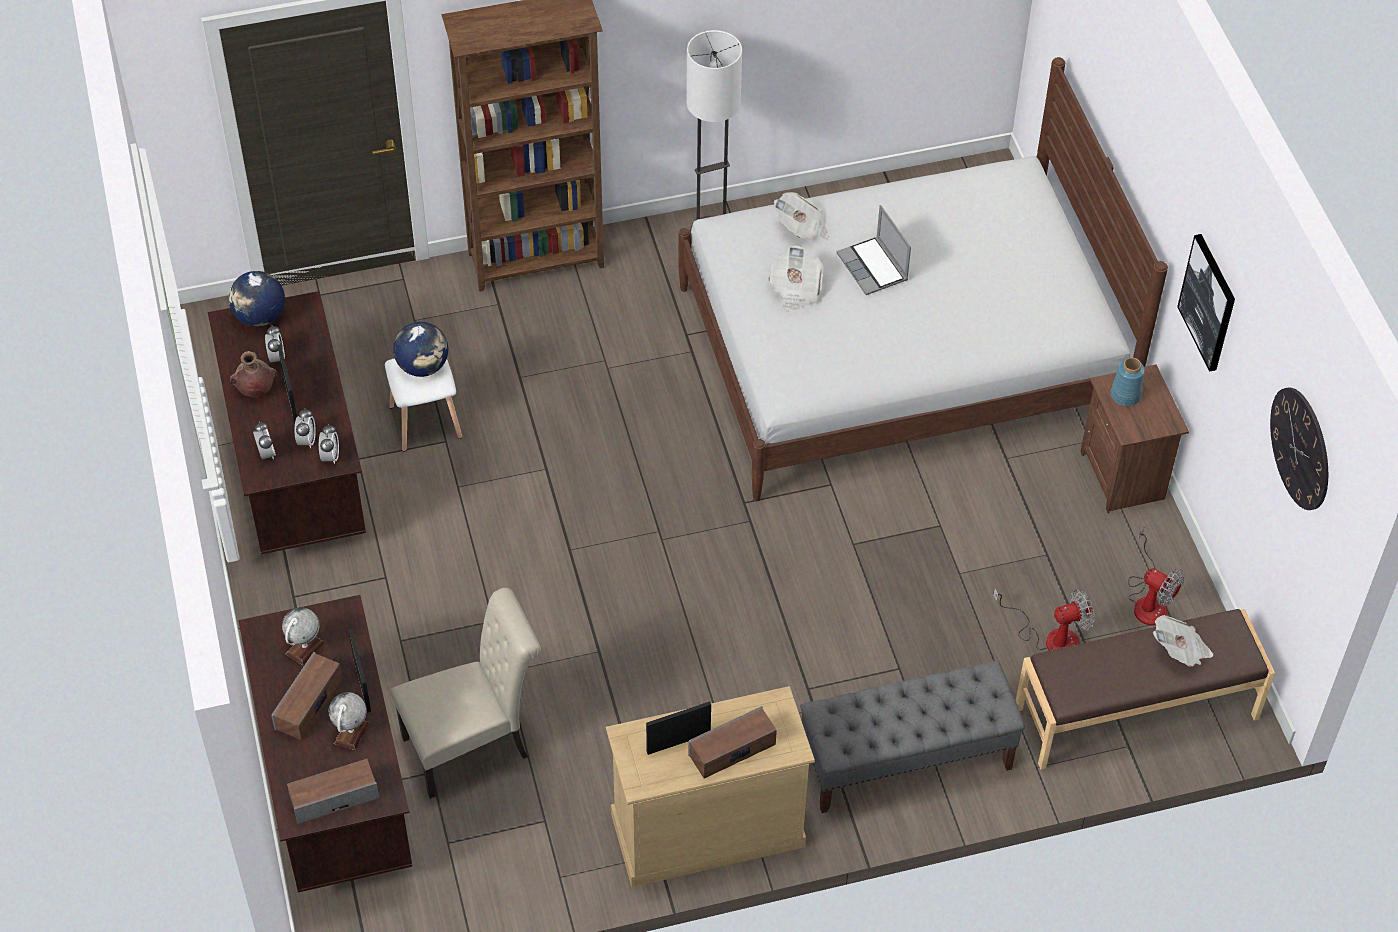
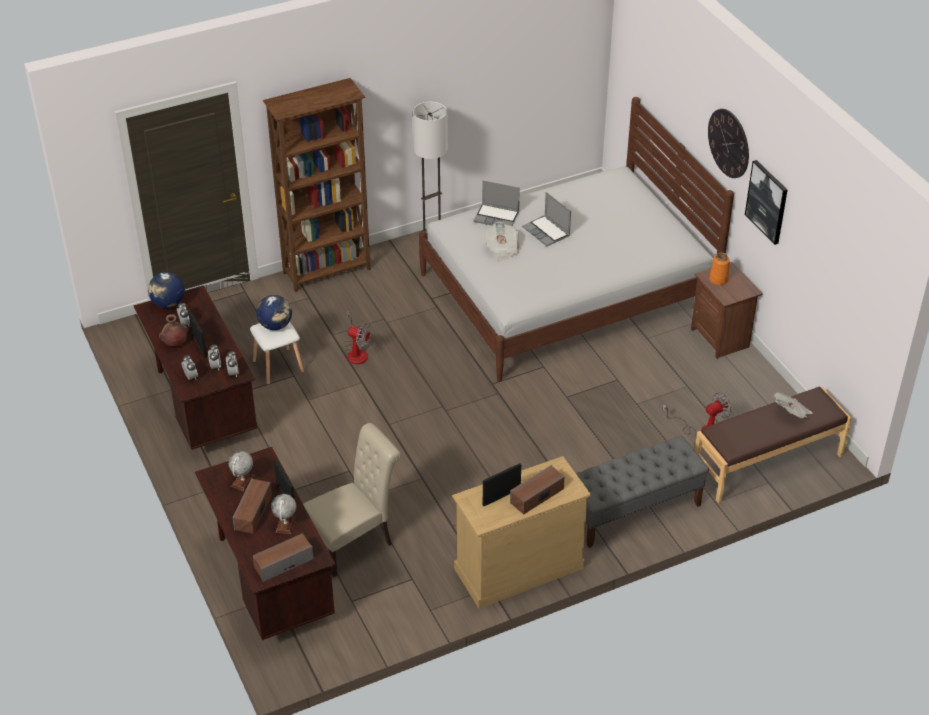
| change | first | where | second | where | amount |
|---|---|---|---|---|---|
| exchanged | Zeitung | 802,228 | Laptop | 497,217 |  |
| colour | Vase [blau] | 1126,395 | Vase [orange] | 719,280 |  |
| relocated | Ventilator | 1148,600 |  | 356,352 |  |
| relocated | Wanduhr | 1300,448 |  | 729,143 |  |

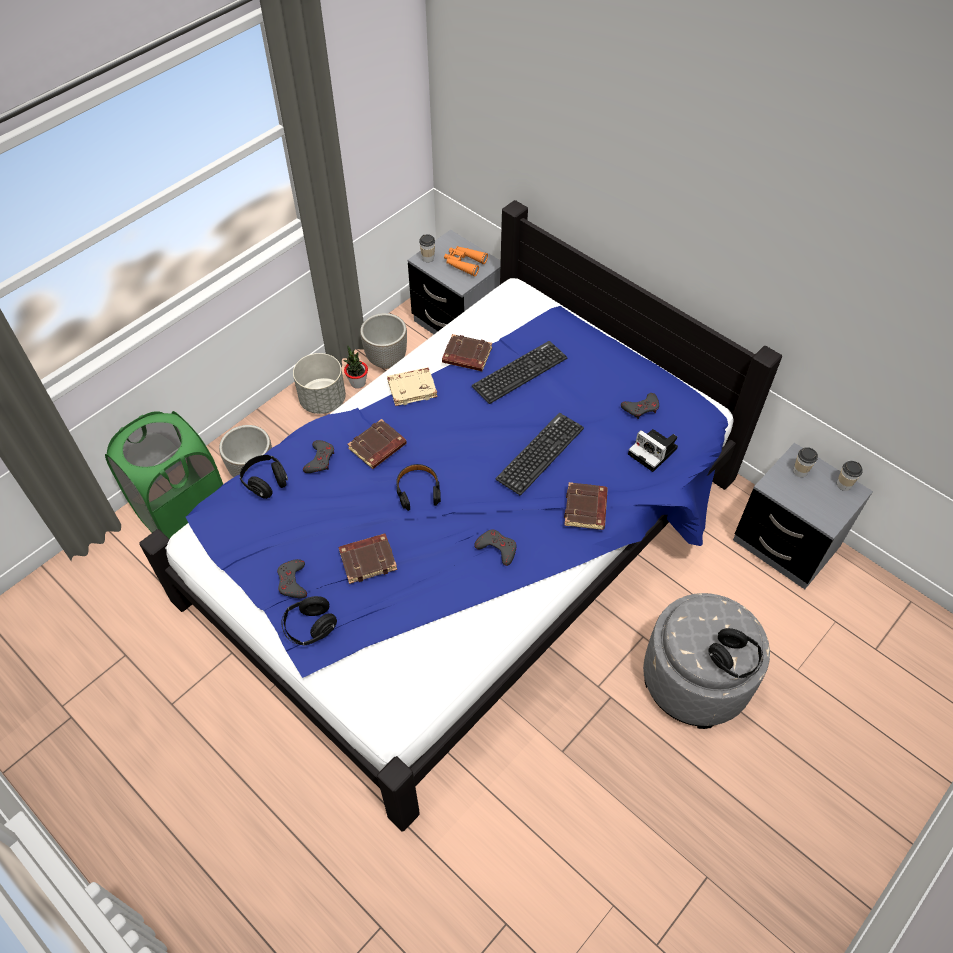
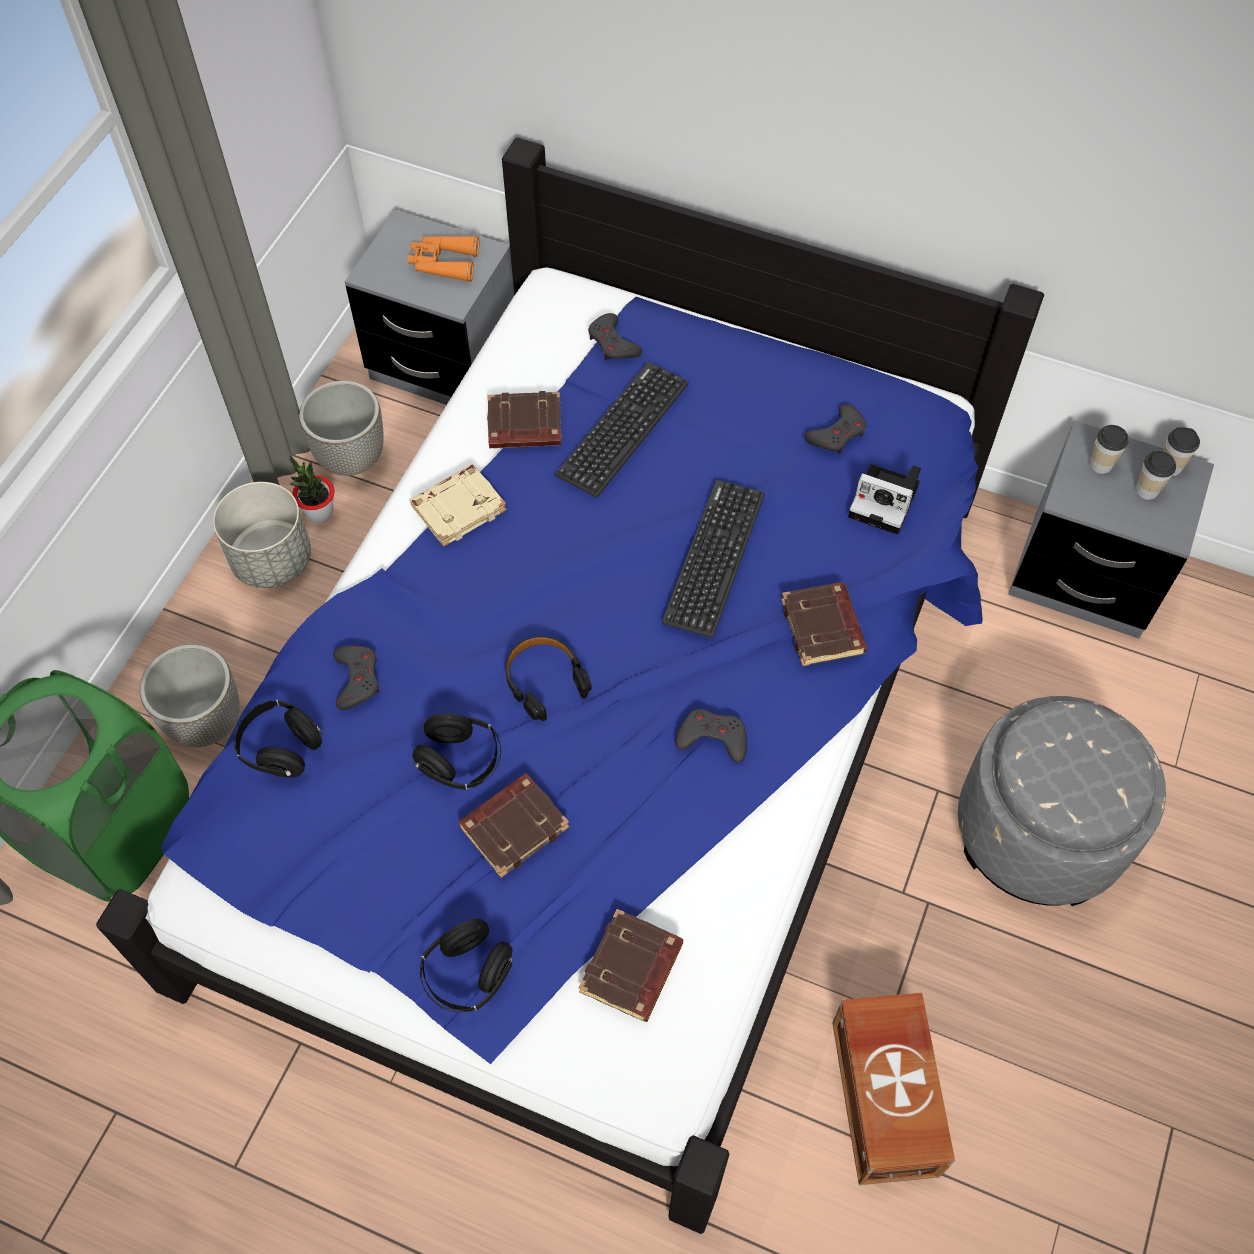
| change | first | where | second | where | amount |
|---|---|---|---|---|---|
| relocated | Gamepad [grau] | 292,582 |  | 613,343 |  |
| relocated | Buch [braun] | 377,447 |  | 632,970 |  |
| relocated | Tasse | 428,258 |  | 1147,490 |  |
| relocated | Kopfhörer [schwarz] | 733,660 |  | 460,761 |  |
| appeared |  |  | Aufbewahrungsbox [braun] | 886,1095 |  |

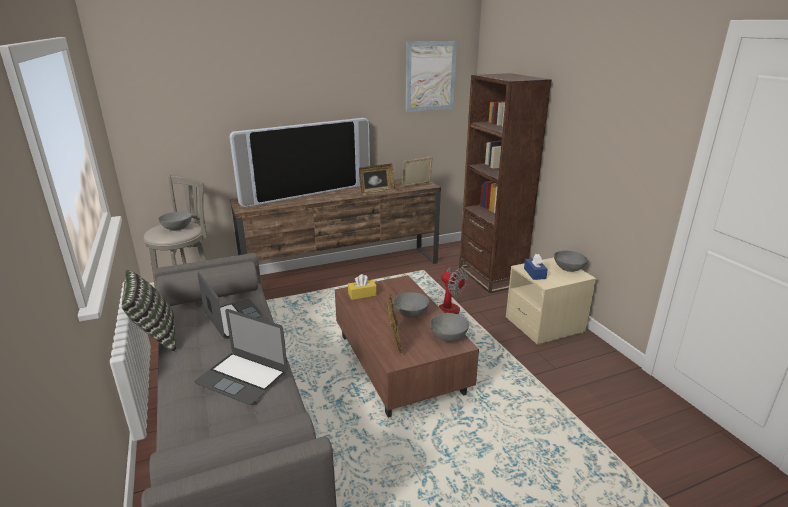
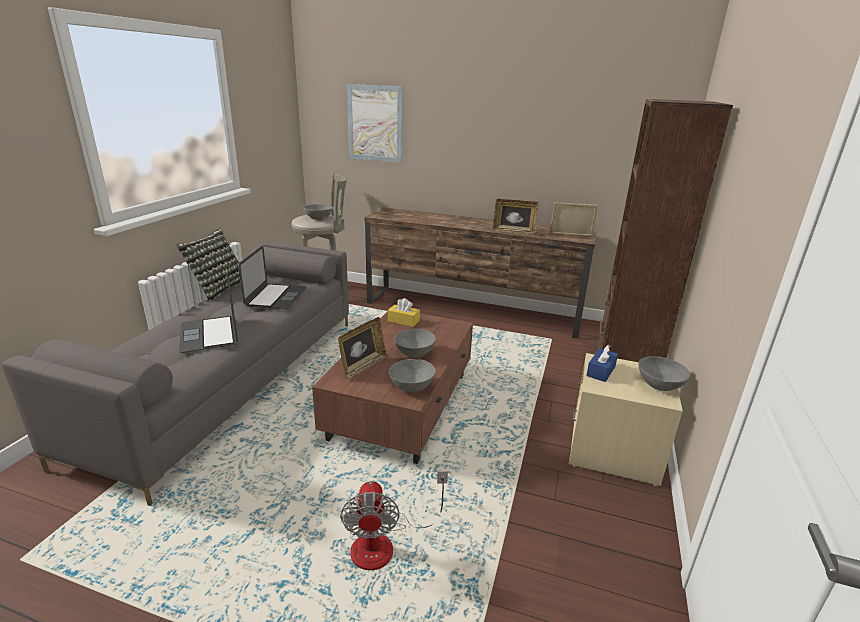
| change | first | where | second | where | amount |
|---|---|---|---|---|---|
| missing | Fernseher | 307,193 |  |  |  |
| relocated | Bild | 430,76 |  | 375,123 |  |
| relocated | Ventilator | 449,305 |  | 385,543 |  |

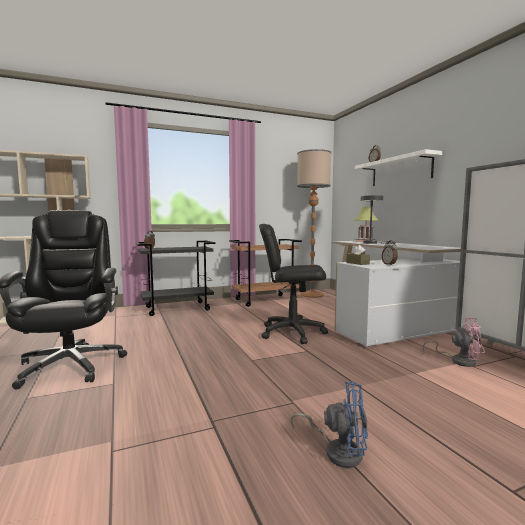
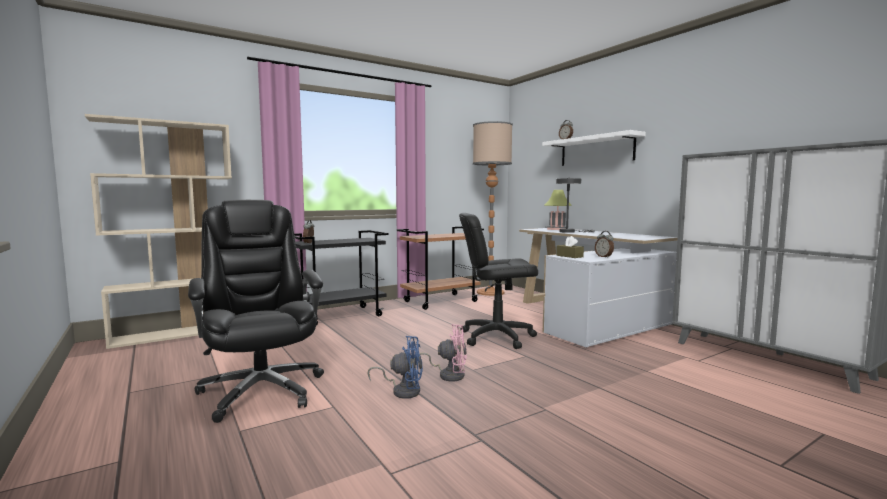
| change | first | where | second | where | amount |
|---|---|---|---|---|---|
| relocated | Ventilator [blau] | 338,451 |  | 403,390 |  |
| relocated | Ventilator [rosa] | 458,360 |  | 448,375 |  |

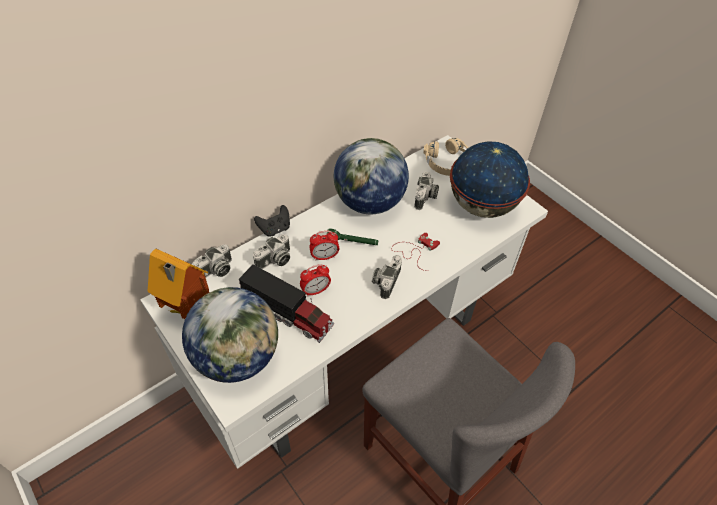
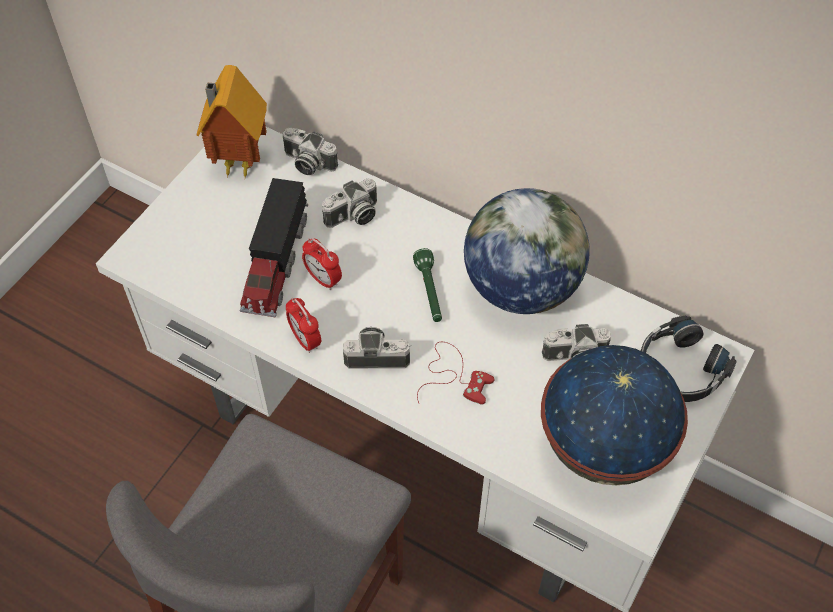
| change | first | where | second | where | amount |
|---|---|---|---|---|---|
| missing | Globus | 238,357 |  |  |  |
| spun | Kamera | 275,261 |  | 353,216 | 60 degrees counterclockwise |
| missing | Gamepad [schwarz] | 275,229 |  |  |  |
| relocated | Wecker | 324,257 |  | 305,340 |  |
| colour | Kopfhörer [beige] | 448,163 | Kopfhörer [schwarz] | 679,369 |  |

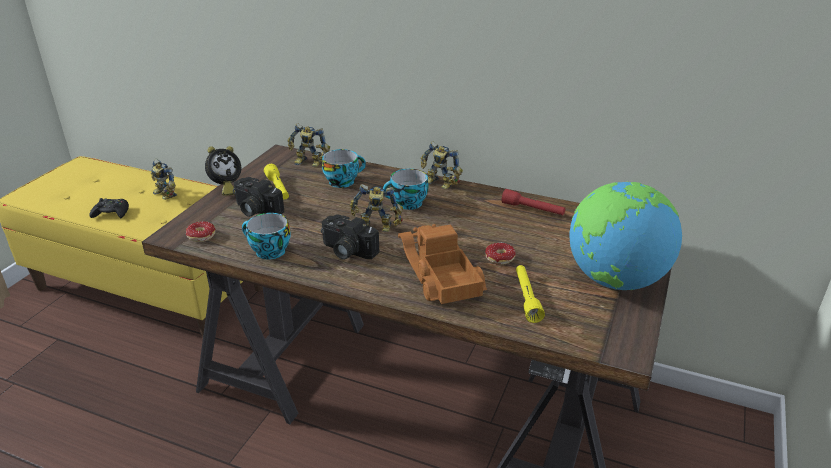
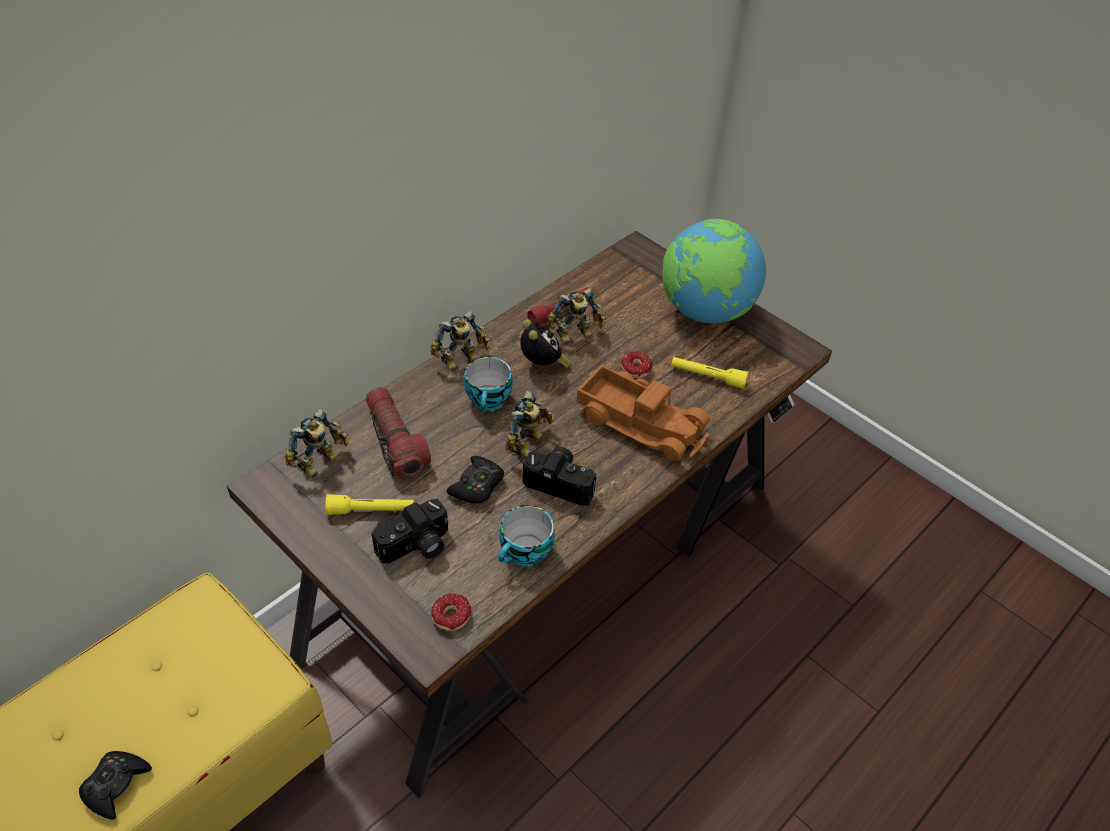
| change | first | where | second | where | amount |
|---|---|---|---|---|---|
| relocated | Spielzeugroboter | 163,195 |  | 576,335 |  |
| relocated | Wecker | 225,188 |  | 543,365 |  |
| spun | Kamera | 346,251 |  | 561,482 | 120 degrees counterclockwise |
| exchanged | Tasse | 343,181 | Taschenlampe | 395,441 |  |
| spun | Spielzeuglaster | 438,274 |  | 641,422 | 150 degrees counterclockwise |
| appeared |  |  | Gamepad [schwarz] | 477,485 |  |

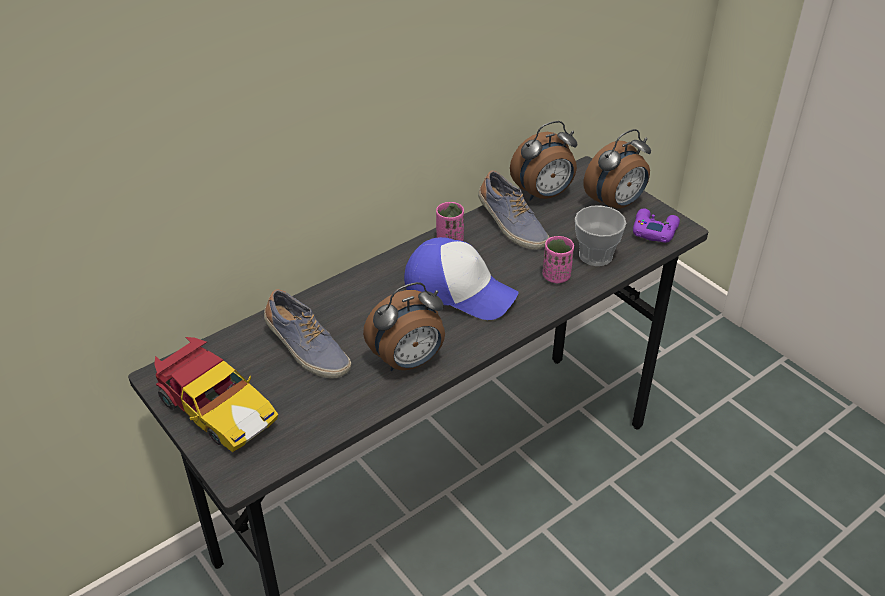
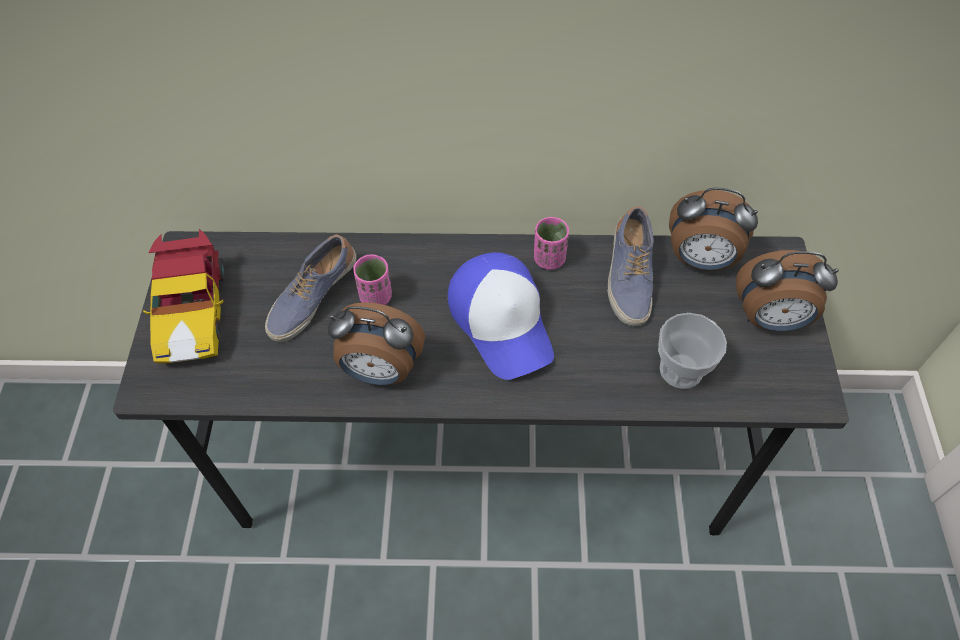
| change | first | where | second | where | amount |
|---|---|---|---|---|---|
| spun | Schuh | 306,350 |  | 312,298 | 45 degrees clockwise |
| relocated | Tasse [rosa] | 556,276 |  | 376,296 |  |
| missing | Gamepad [lila] | 654,230 |  |  |  |

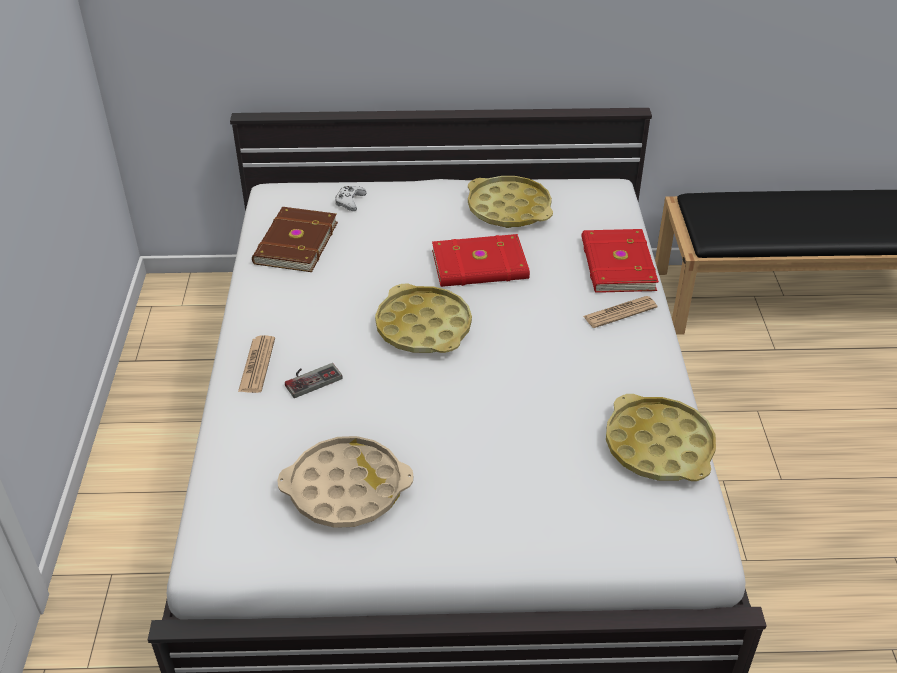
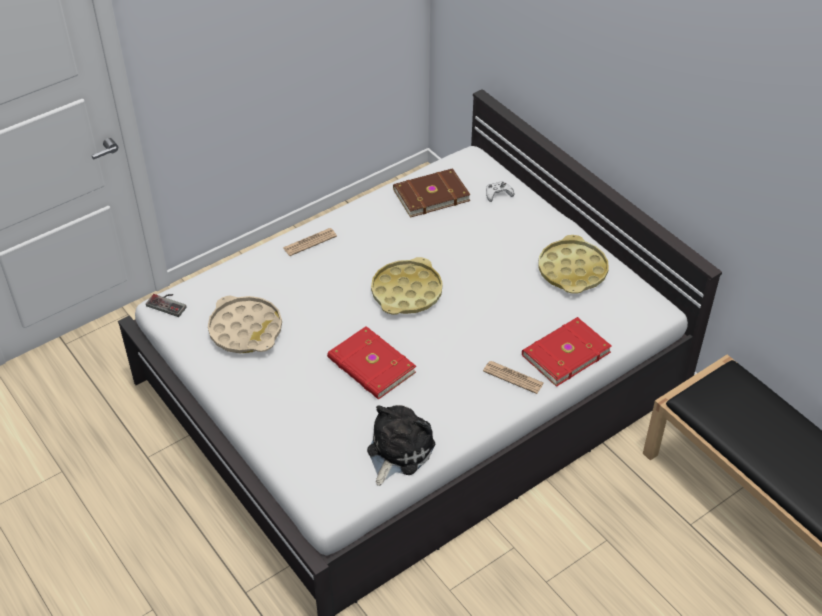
| change | first | where | second | where | amount |
|---|---|---|---|---|---|
| relocated | Gamepad | 311,378 |  | 168,303 |  |
| relocated | Buch [rot] | 480,266 |  | 371,366 |  |
| exchanged | Tablett [gelb] | 658,446 | Plüschtier | 397,451 |  |

